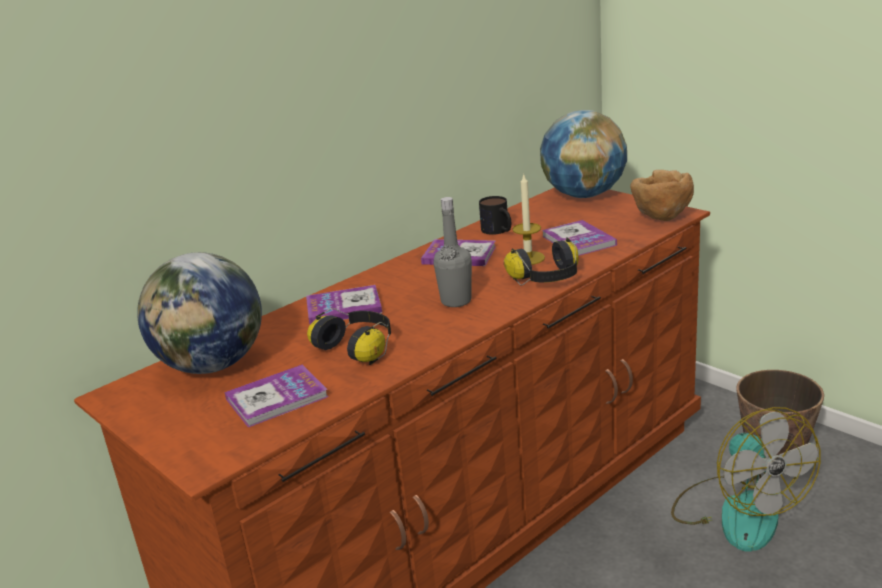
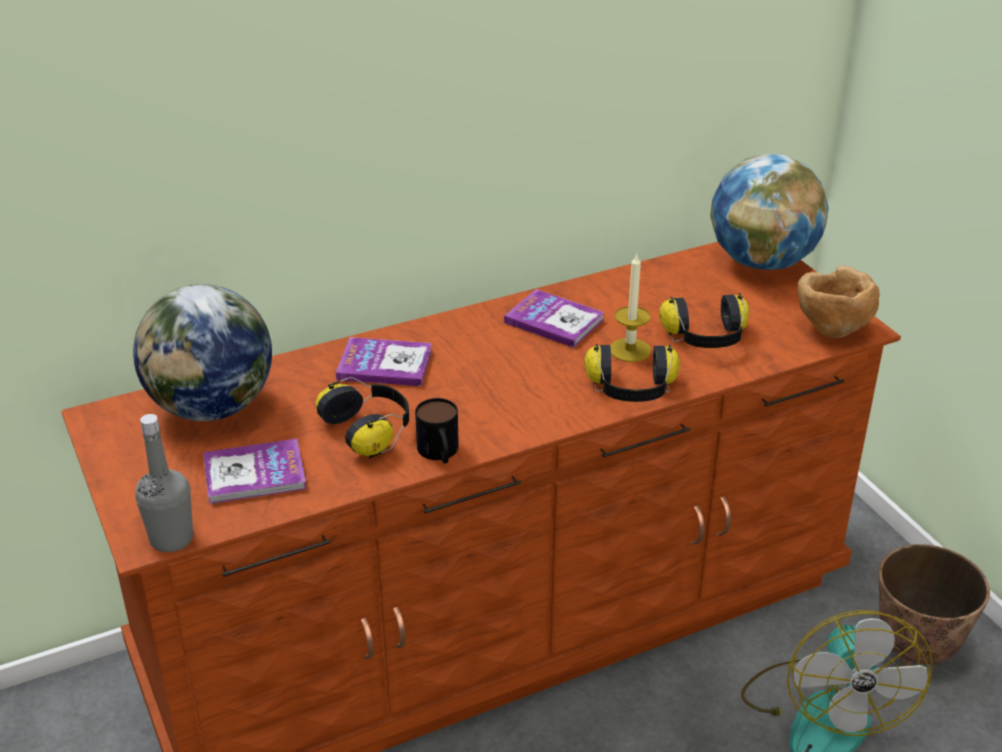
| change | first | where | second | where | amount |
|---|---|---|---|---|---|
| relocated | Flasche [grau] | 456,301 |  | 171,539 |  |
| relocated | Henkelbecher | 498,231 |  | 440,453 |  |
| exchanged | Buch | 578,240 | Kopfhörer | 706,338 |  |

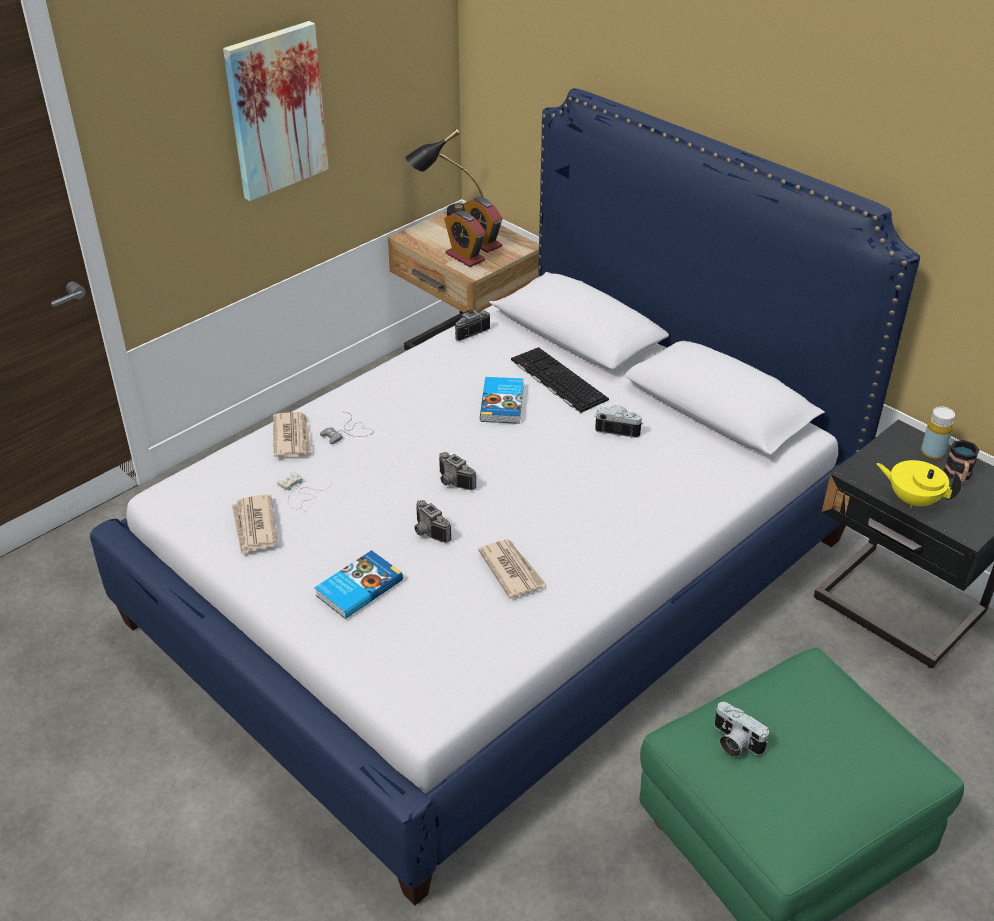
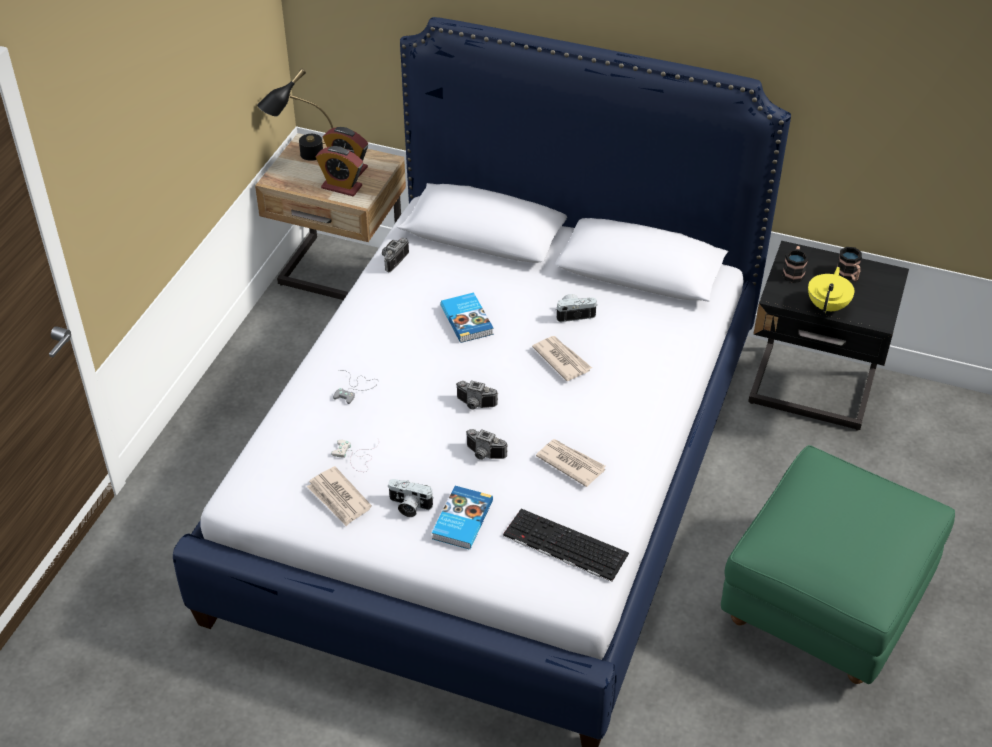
| change | first | where | second | where | amount |
|---|---|---|---|---|---|
| missing | Bild | 276,111 |  |  |  |
| relocated | Zeitung | 292,437 |  | 561,359 |  |
| relocated | Tastatur | 556,380 |  | 563,545 |  |
| relocated | Kamera | 734,742 |  | 409,506 |  |
| spun | Teekanne [gelb] | 912,499 |  | 828,306 | 105 degrees clockwise |
| missing | Flasche [gelb] | 932,453 |  |  |  |
| appeared |  |  | Henkelbecher | 793,272 |  |

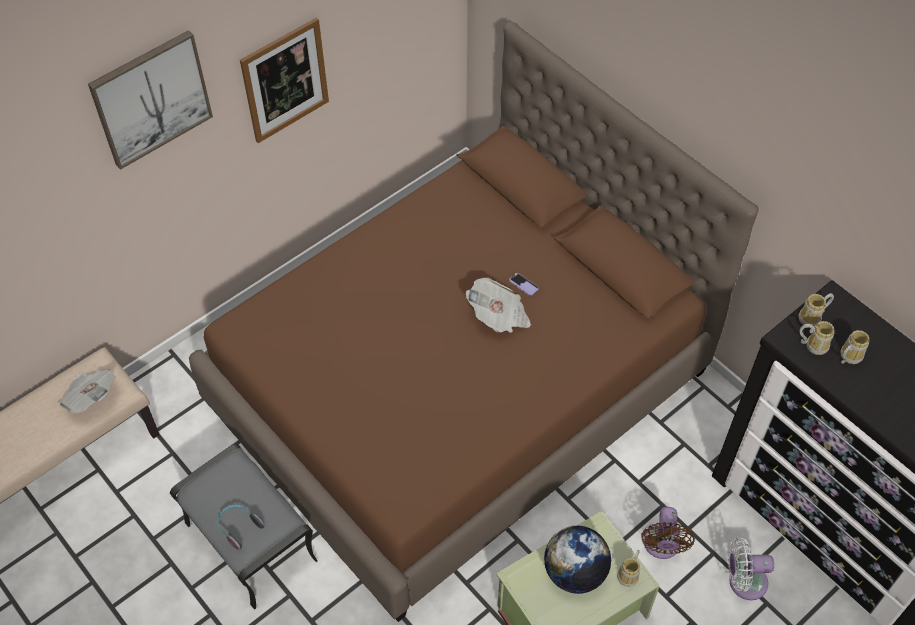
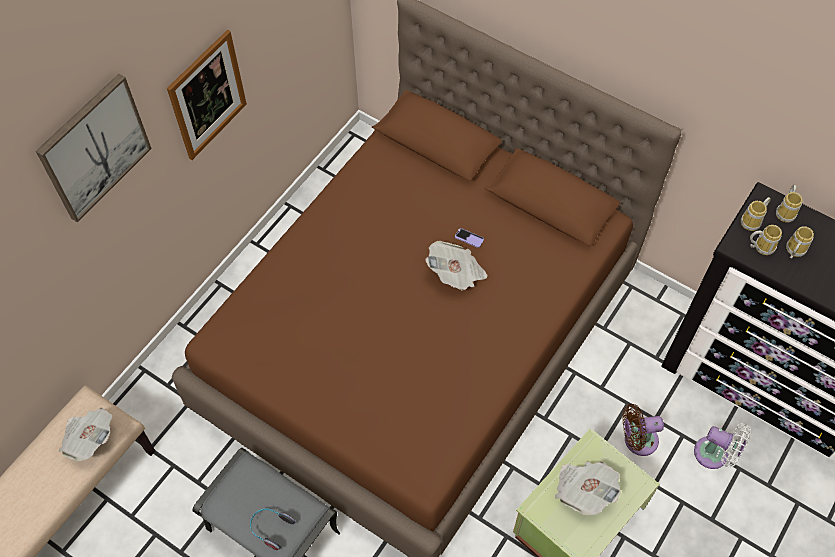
| change | first | where | second | where | amount |
|---|---|---|---|---|---|
| exchanged | Globus | 574,572 | Zeitung | 584,490 |  |
| relocated | Henkelbecher | 630,575 |  | 786,212 |  |
| spun | Ventilator [braun] | 661,546 |  | 637,440 | 90 degrees clockwise |
| spun | Ventilator [weiß] | 743,582 |  | 715,454 | 135 degrees counterclockwise |

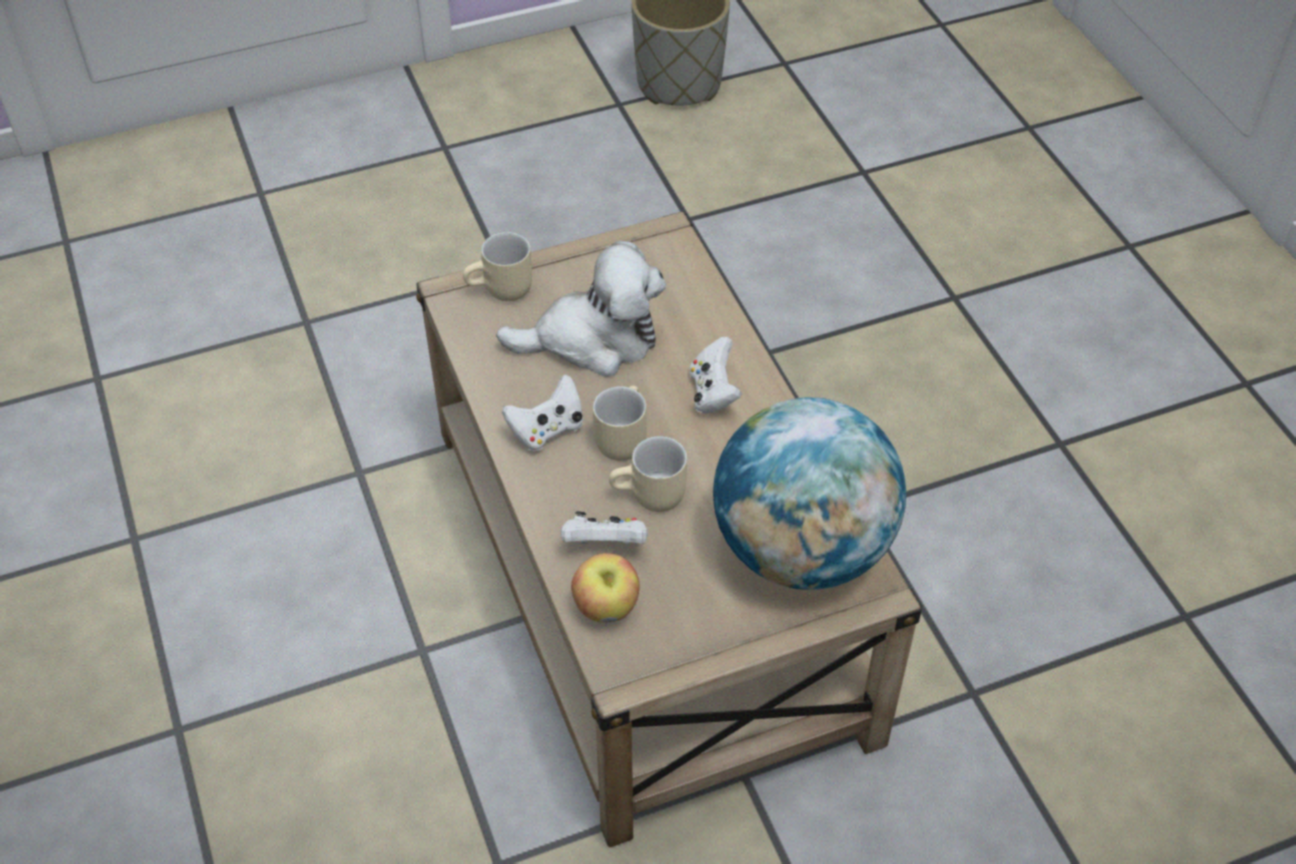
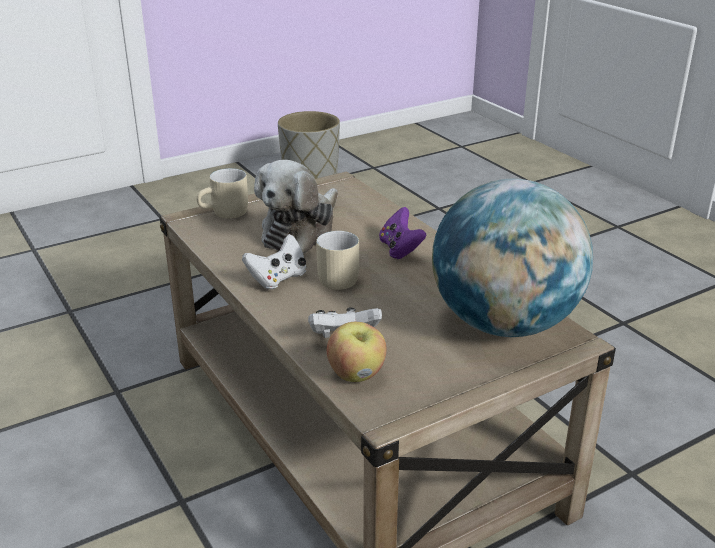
| change | first | where | second | where | amount |
|---|---|---|---|---|---|
| spun | Plüschtier | 593,339 |  | 300,231 | 135 degrees clockwise |
| missing | Henkelbecher [beige] | 650,498 |  |  |  |
| colour | Gamepad [weiß] | 713,393 | Gamepad [lila] | 400,249 |  |

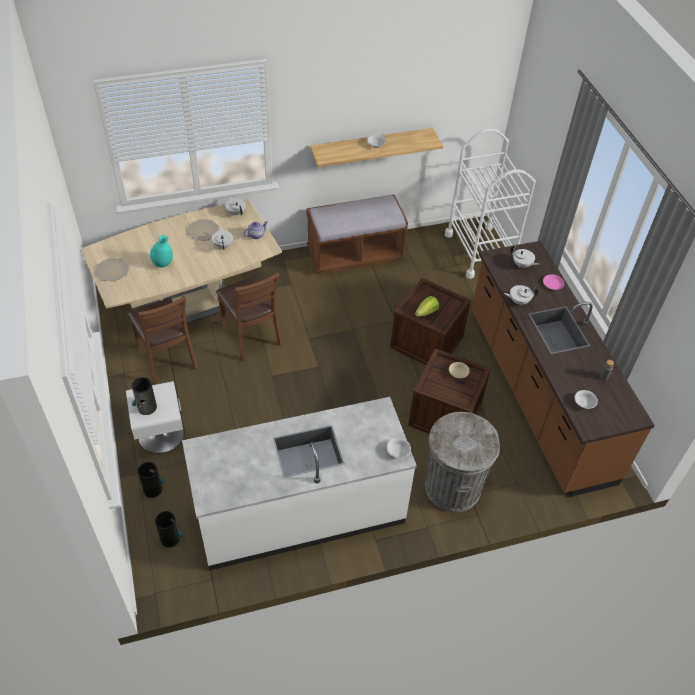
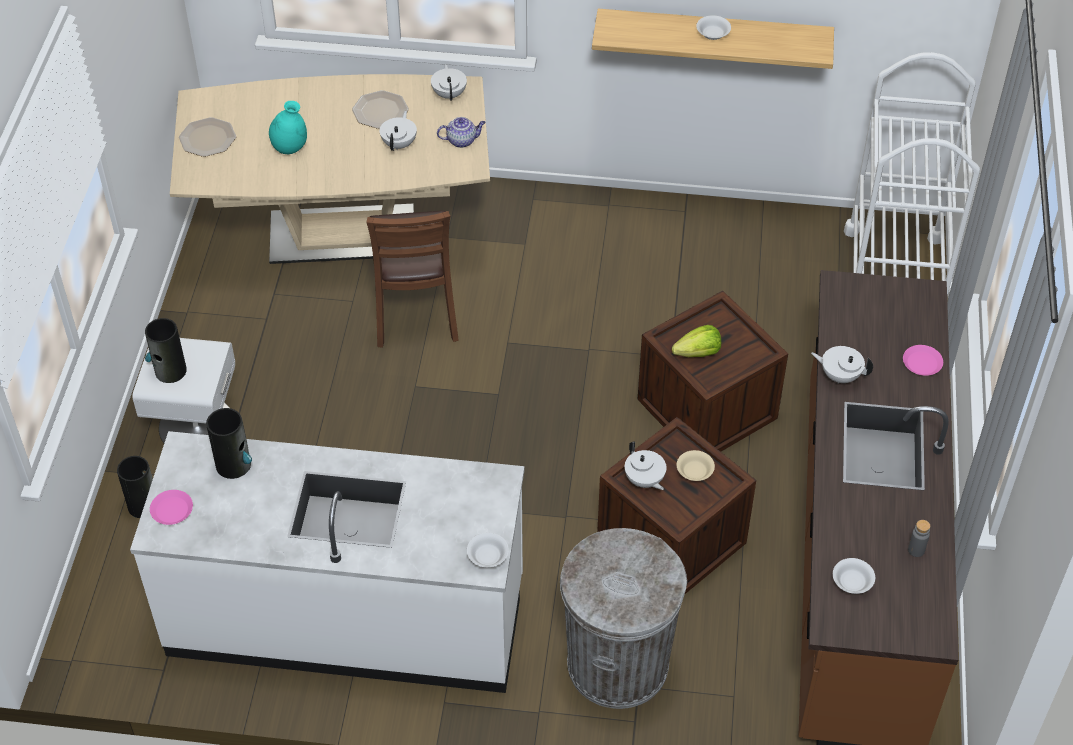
| change | first | where | second | where | amount |
|---|---|---|---|---|---|
| missing | Stuhl [braun] | 166,358 |  |  |  |
| relocated | Vase | 170,538 |  | 234,464 |  |
| missing | Bank [braun] | 354,255 |  |  |  |
| relocated | Teekanne [weiß] | 522,265 |  | 644,480 |  |
| appeared |  |  | Teller [rosa] | 171,510 |  |

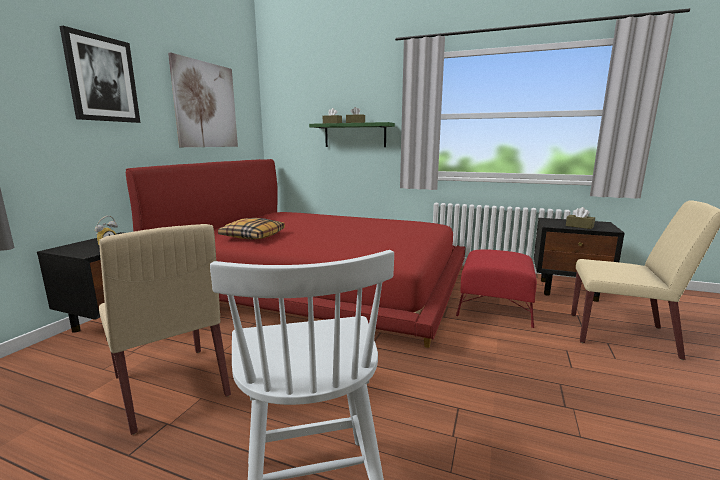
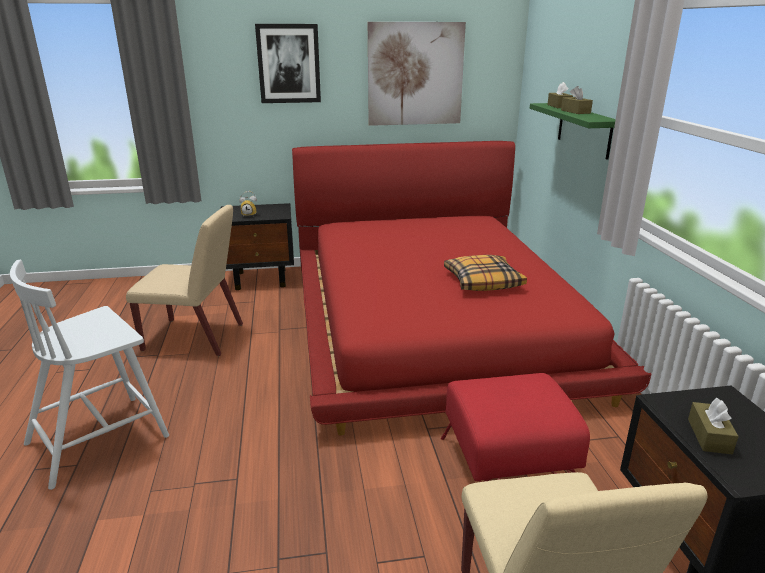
| change | first | where | second | where | amount |
|---|---|---|---|---|---|
| spun | Stuhl [beige] | 171,387 |  | 195,337 | 105 degrees counterclockwise |
| relocated | Kissen | 252,236 |  | 483,281 |  |

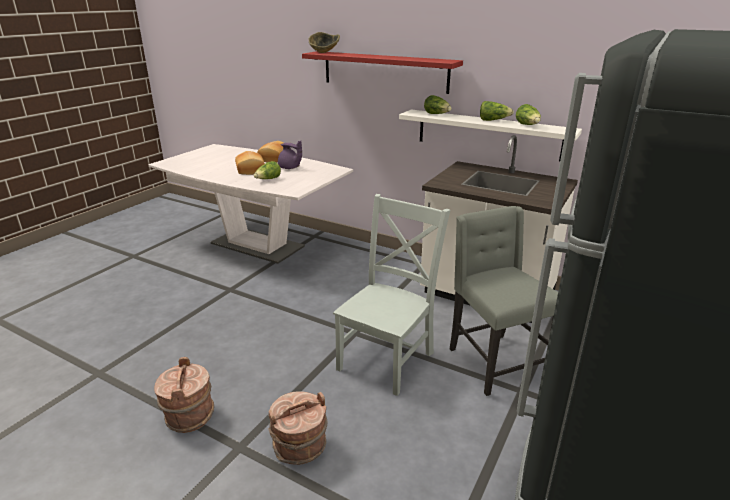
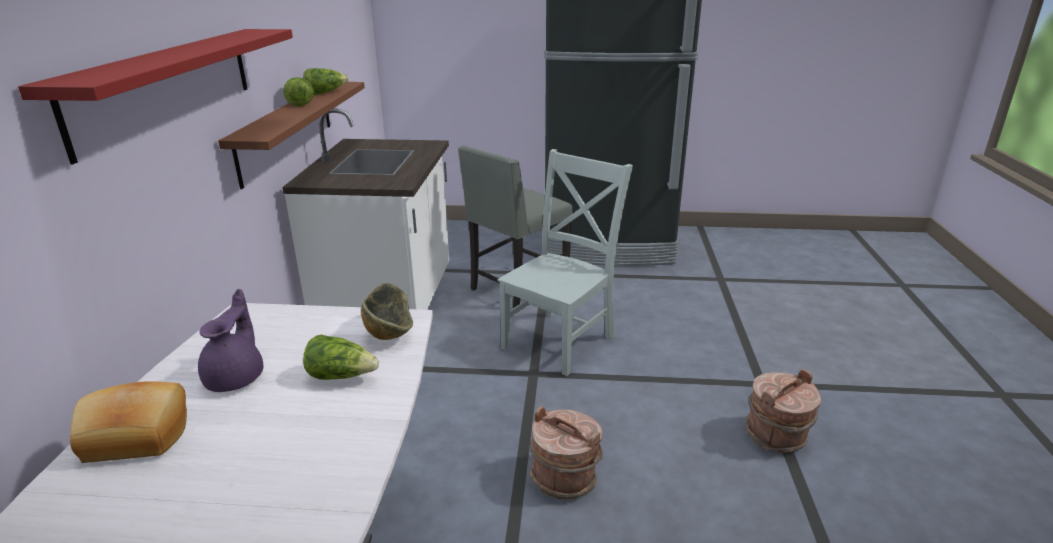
| change | first | where | second | where | amount |
|---|---|---|---|---|---|
| missing | Brot | 251,170 |  |  |  |
| relocated | Eimer [braun] | 300,447 |  | 564,478 |  |
| relocated | Schüssel | 324,53 |  | 390,333 |  |
| spun | Stuhl [grau] | 388,359 |  | 561,340 | 120 degrees clockwise |
| colour | Wandregal [weiß] | 488,134 | Wandregal [braun] | 287,129 |  |
| missing | Salatkopf | 437,114 |  |  |  |

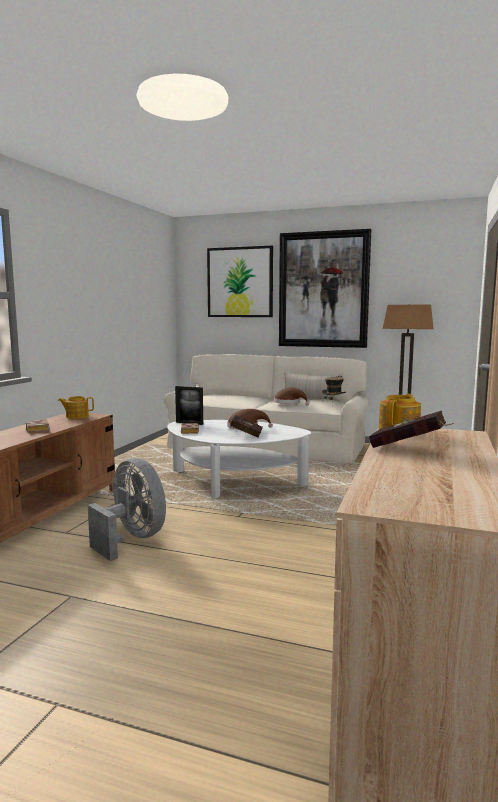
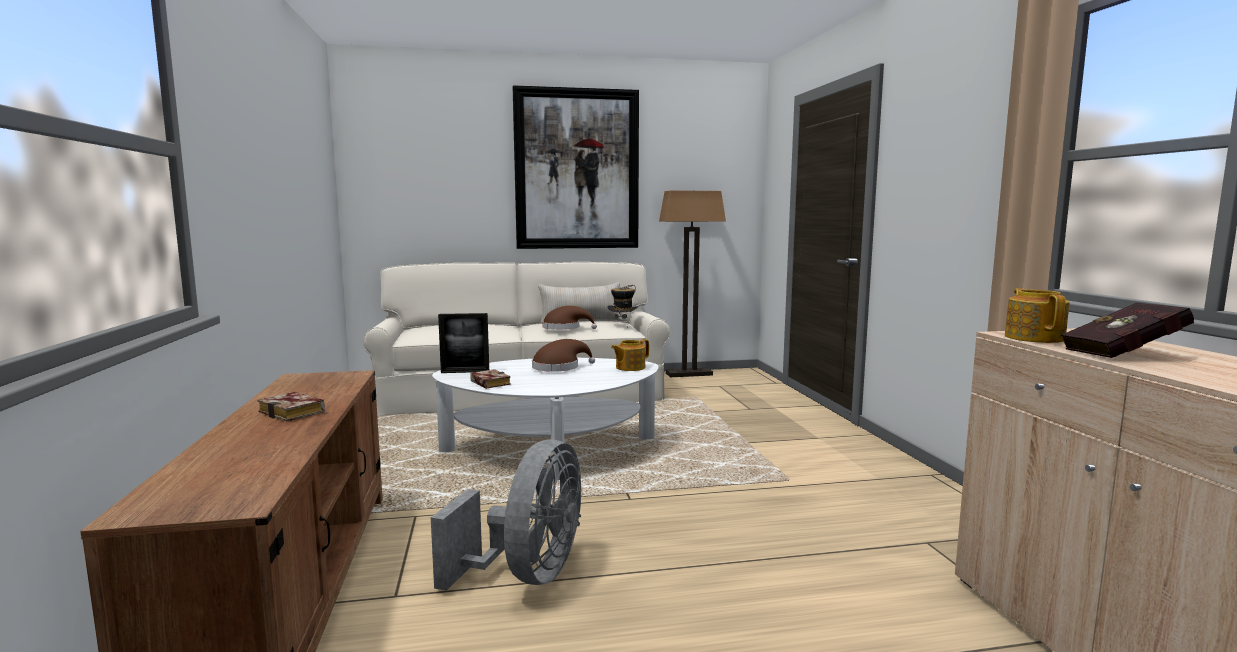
| change | first | where | second | where | amount |
|---|---|---|---|---|---|
| relocated | Teekanne | 76,416 |  | 629,367 |  |
| spun | Ventilator [grau] | 132,539 |  | 528,575 | 90 degrees clockwise |
| missing | Bild | 240,282 |  |  |  |
| missing | Buch [rot] | 245,434 |  |  |  |

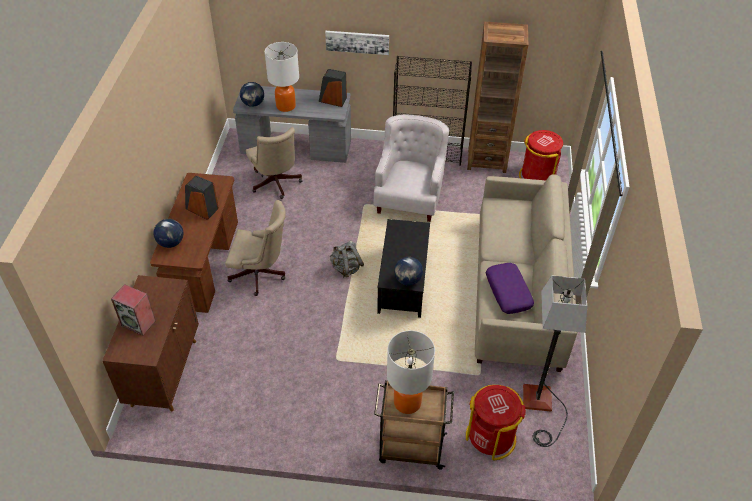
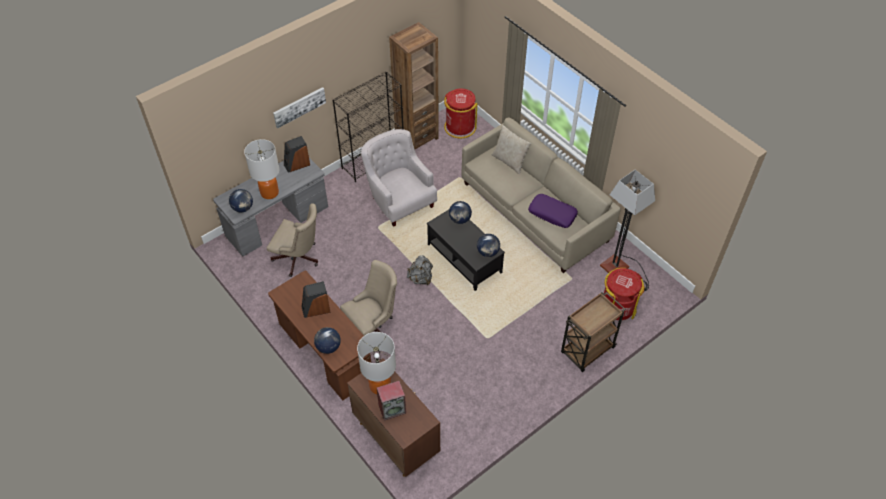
| change | first | where | second | where | amount |
|---|---|---|---|---|---|
| relocated | Tischlampe | 407,403 |  | 380,385 |  |
| appeared |  |  | Globus | 460,219 |  |
| appeared |  |  | Kissen [beige] | 509,161 |  |

